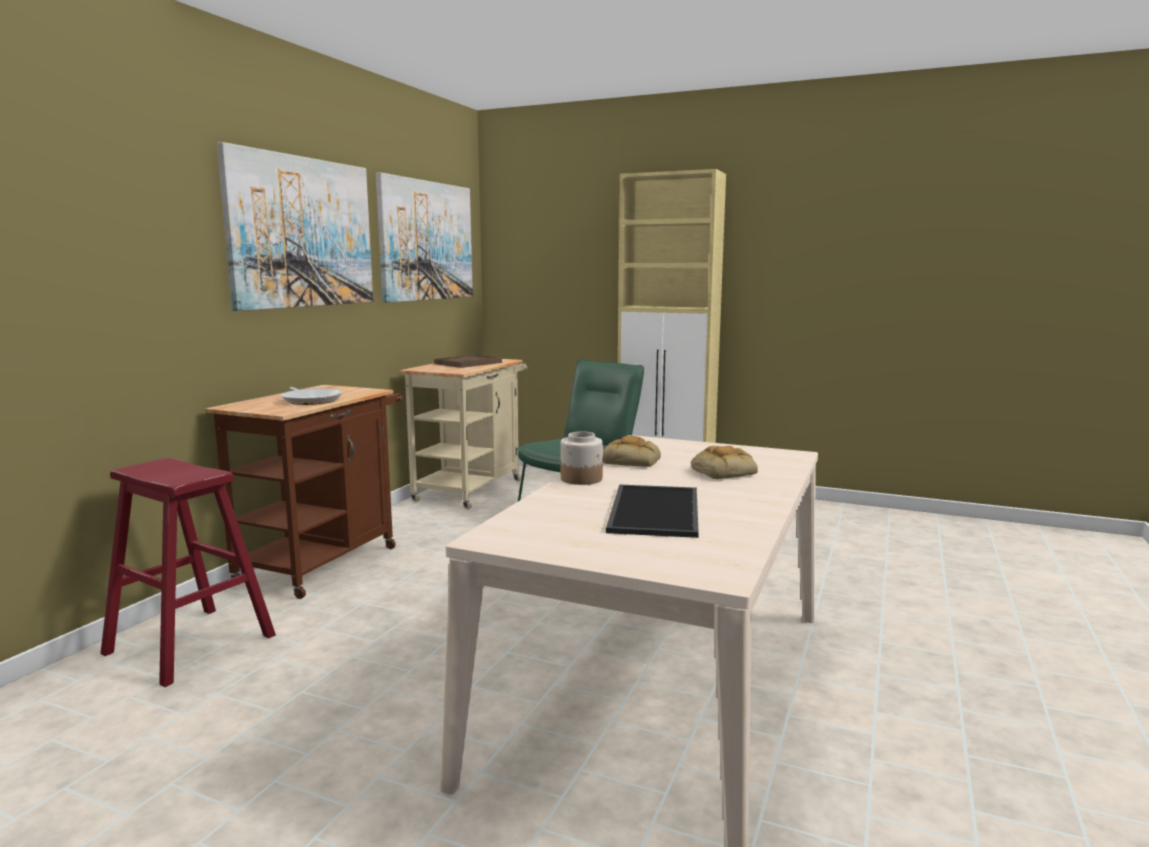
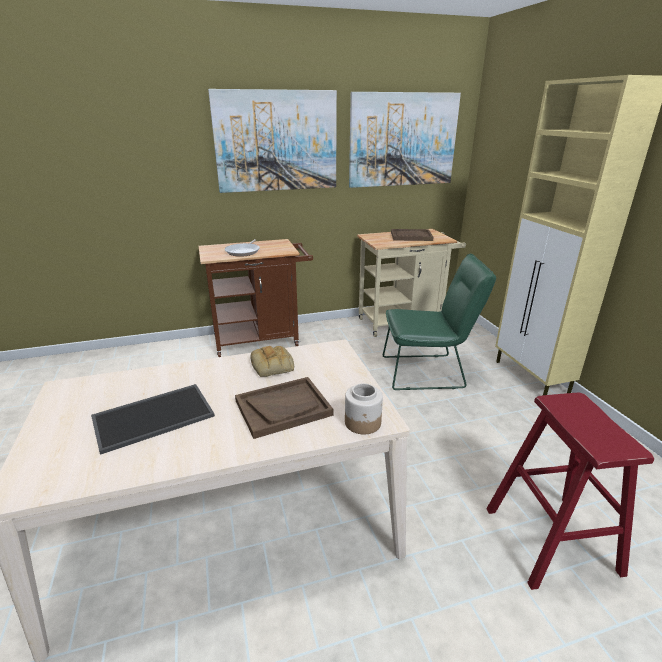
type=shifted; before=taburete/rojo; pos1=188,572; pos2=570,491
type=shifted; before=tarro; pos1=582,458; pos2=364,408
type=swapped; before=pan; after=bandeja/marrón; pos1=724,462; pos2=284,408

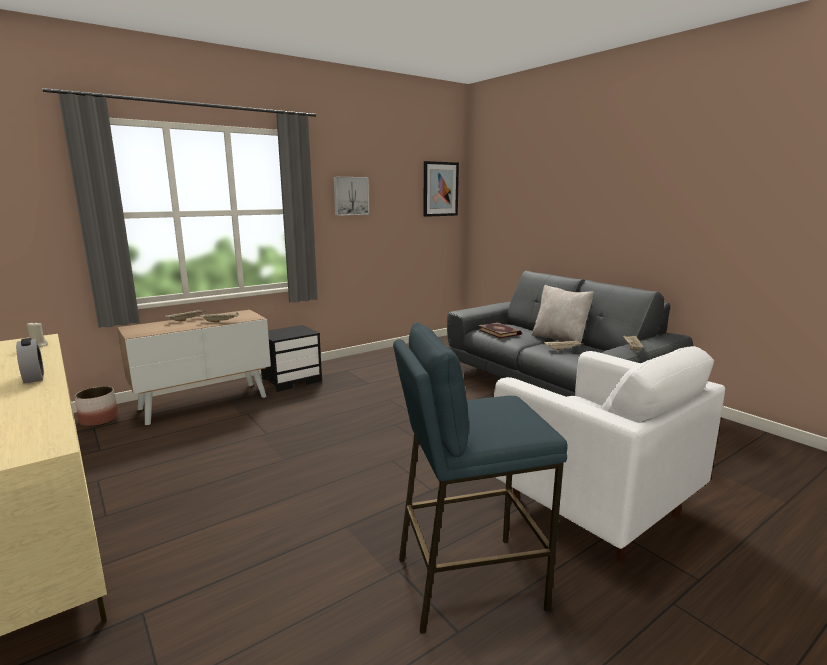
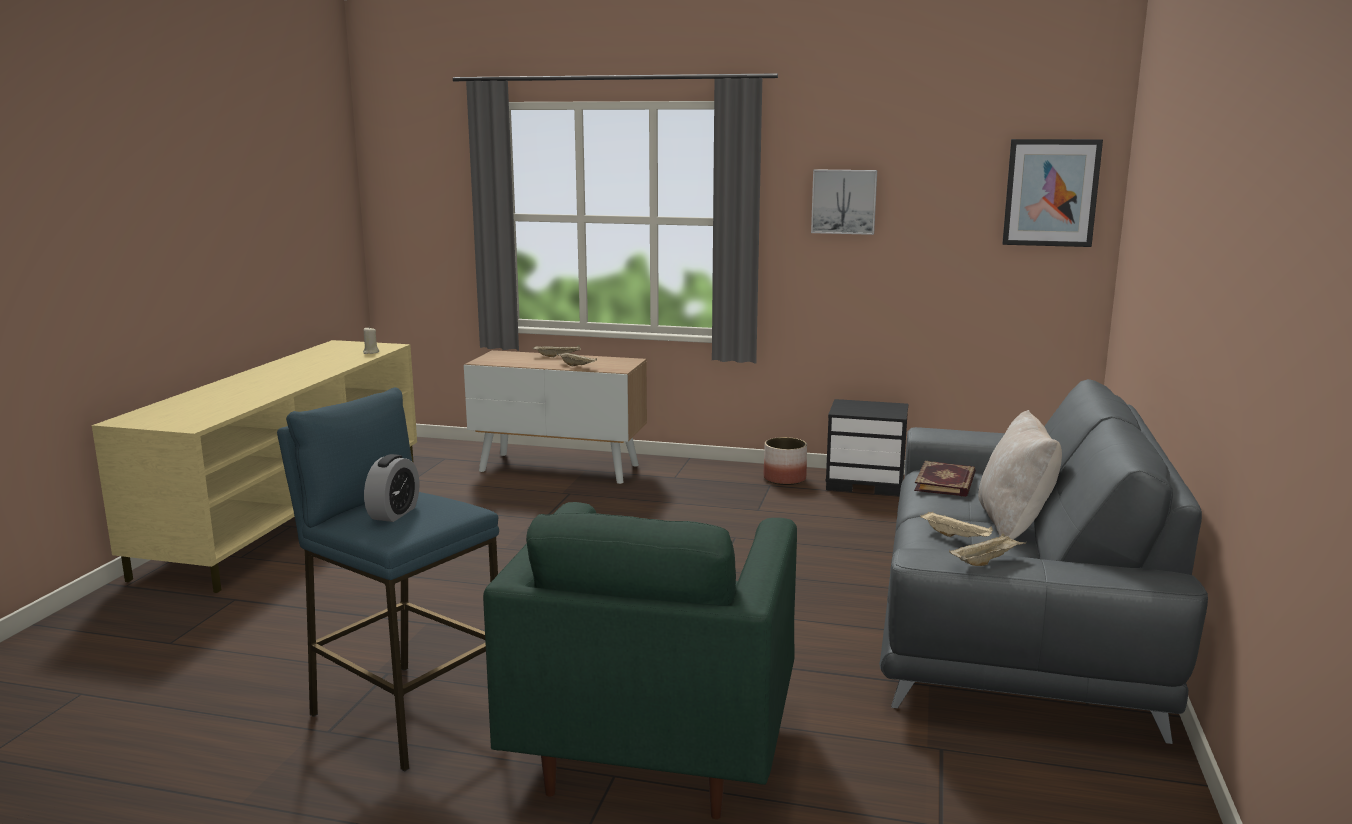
type=shifted; before=despertador; pos1=30,360; pos2=391,488
type=shifted; before=maceta; pos1=96,406; pos2=785,461
type=shifted; before=mesita de noche/negro; pos1=291,358; pos2=866,447
type=repainted; before=sillón/blanco; after=sillón/verde; pos1=609,454; pos2=640,660

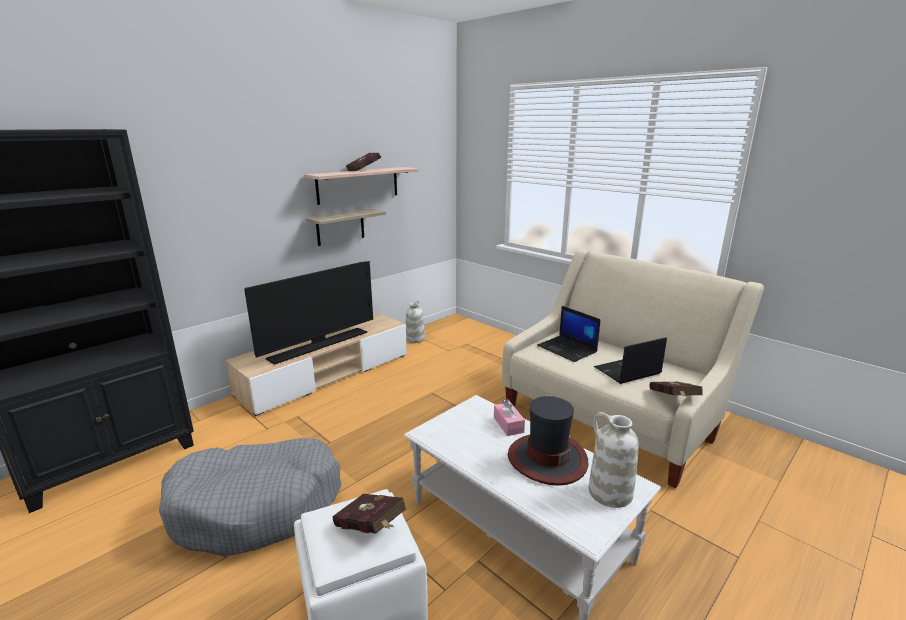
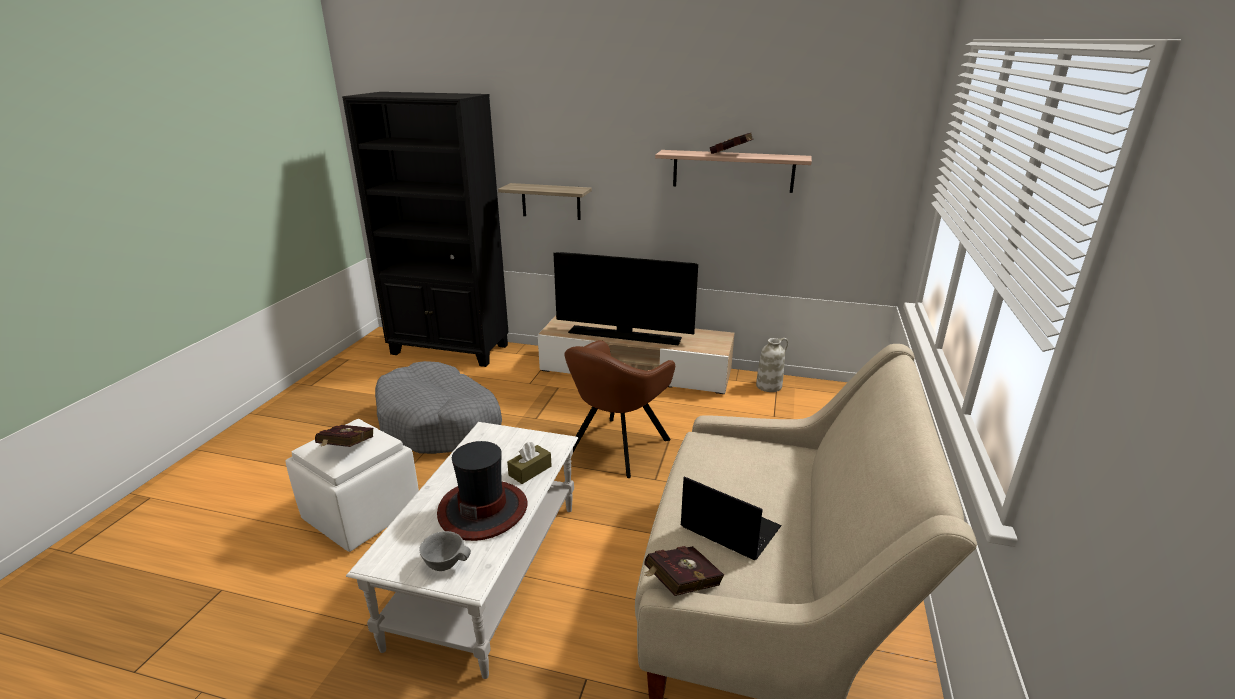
type=shifted; before=estante; pos1=345,227; pos2=545,201
type=repainted; before=caja de pañuelos/rosa; after=caja de pañuelos/marrón; pos1=509,417; pos2=529,463
type=gone; before=portátil; pos1=569,334
type=swapped; before=florero/blanco; after=cuenco/gris; pos1=614,460; pos2=445,551
type=new; after=sillón/marrón; pos2=620,409

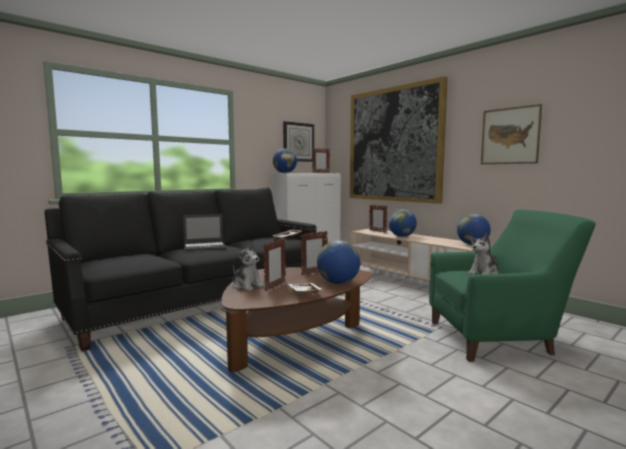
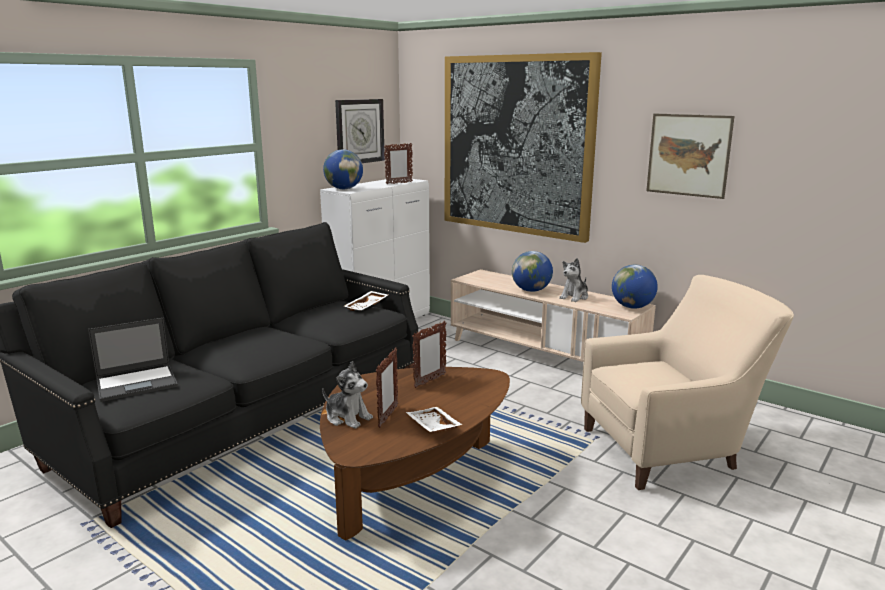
type=shifted; before=portátil; pos1=204,232; pos2=133,360
type=gone; before=globo terráqueo; pos1=338,262
type=gone; before=portarretratos; pos1=378,219
type=repainted; before=sillón/verde; after=sillón/beis; pos1=512,285; pos2=687,382
type=shifted; before=peluche; pos1=483,254; pos2=573,280

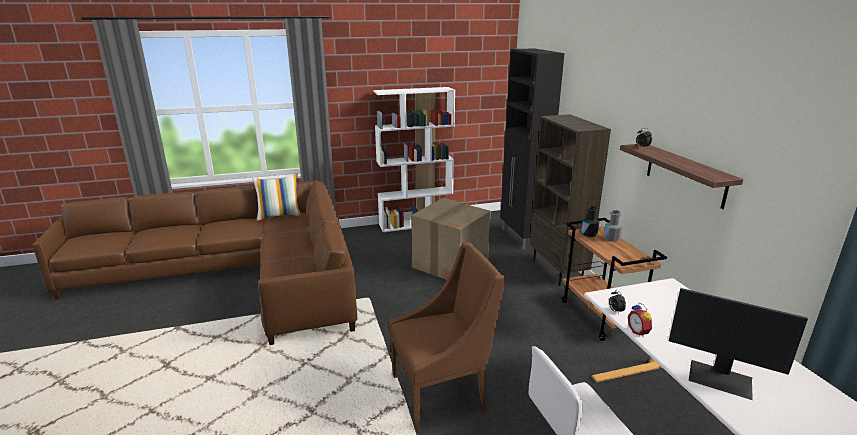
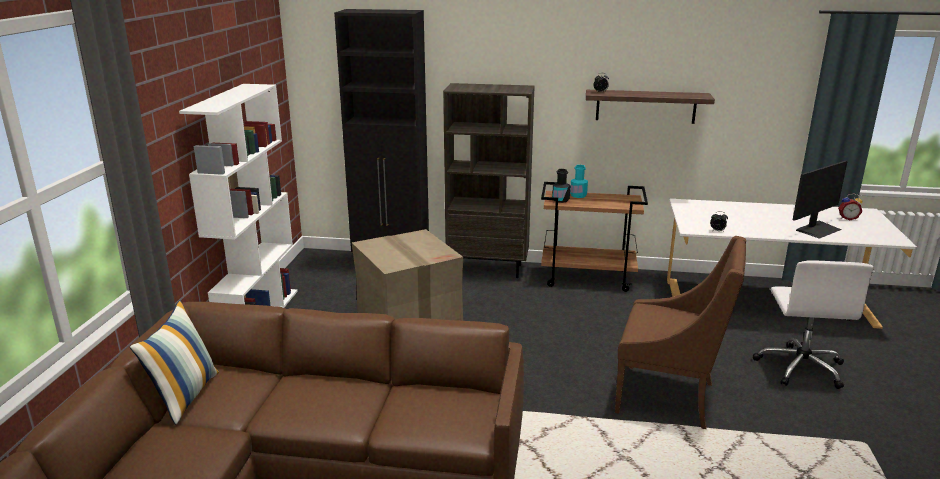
type=rotated; before=sillón/marrón; pos1=447,336; pos2=680,332; turn=105
type=repainted; before=botella/gris; after=botella/turquesa; pos1=613,226; pos2=579,181
type=shifted; before=despertador; pos1=640,320; pos2=850,207

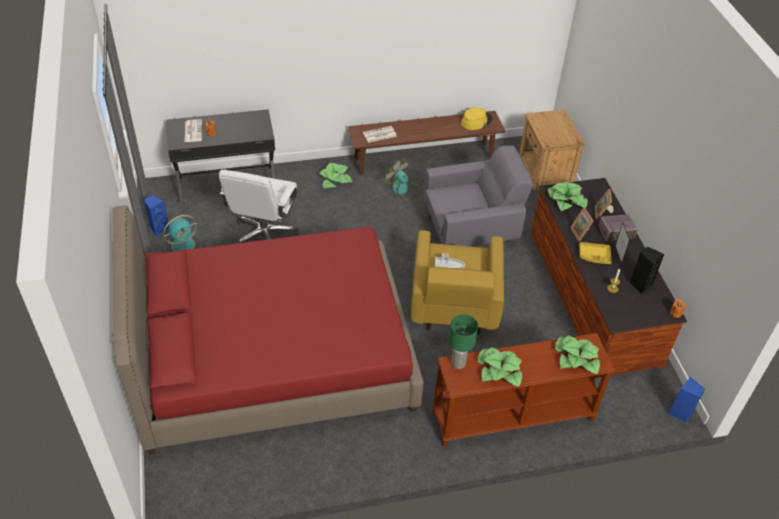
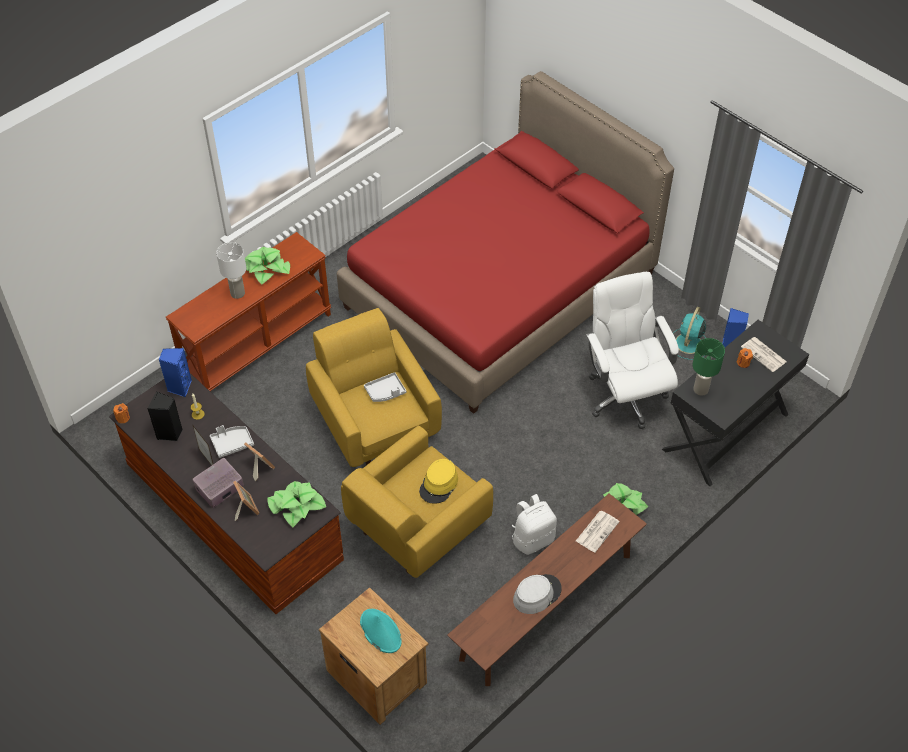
type=swapped; before=ventilador; after=mochila/blanco; pos1=403,180; pos2=534,524
type=repainted; before=sillón/gris; after=sillón/amarillo; pos1=478,196; pos2=417,502
type=shifted; before=lámpara de mesa/verde; pos1=463,341; pos2=709,367
type=shifted; before=sombrero/amarillo; pos1=477,118; pos2=438,481
type=gone; before=planta en maceta; pos1=577,355
type=repainted; before=bandeja/amarillo; after=bandeja/gris; pos1=595,253; pos2=232,441
type=shifted; before=altavoz/azul; pos1=687,400; pos2=175,372
type=new; after=lámpara de mesa/blanco; pos2=231,270
type=new; after=sombrero/turquesa; pos2=381,631
type=new; after=sombrero/gris; pos2=537,594

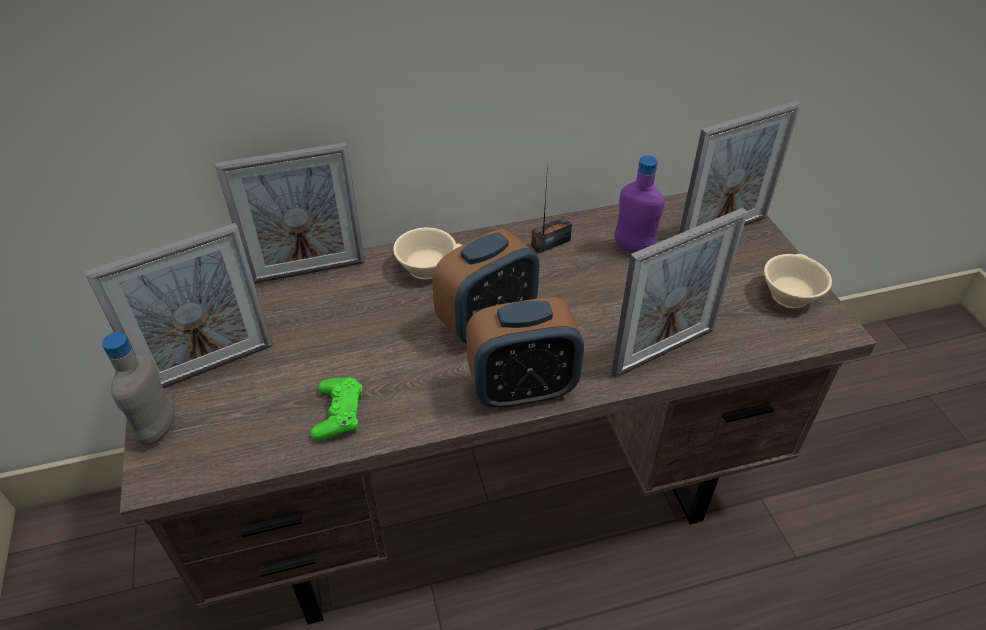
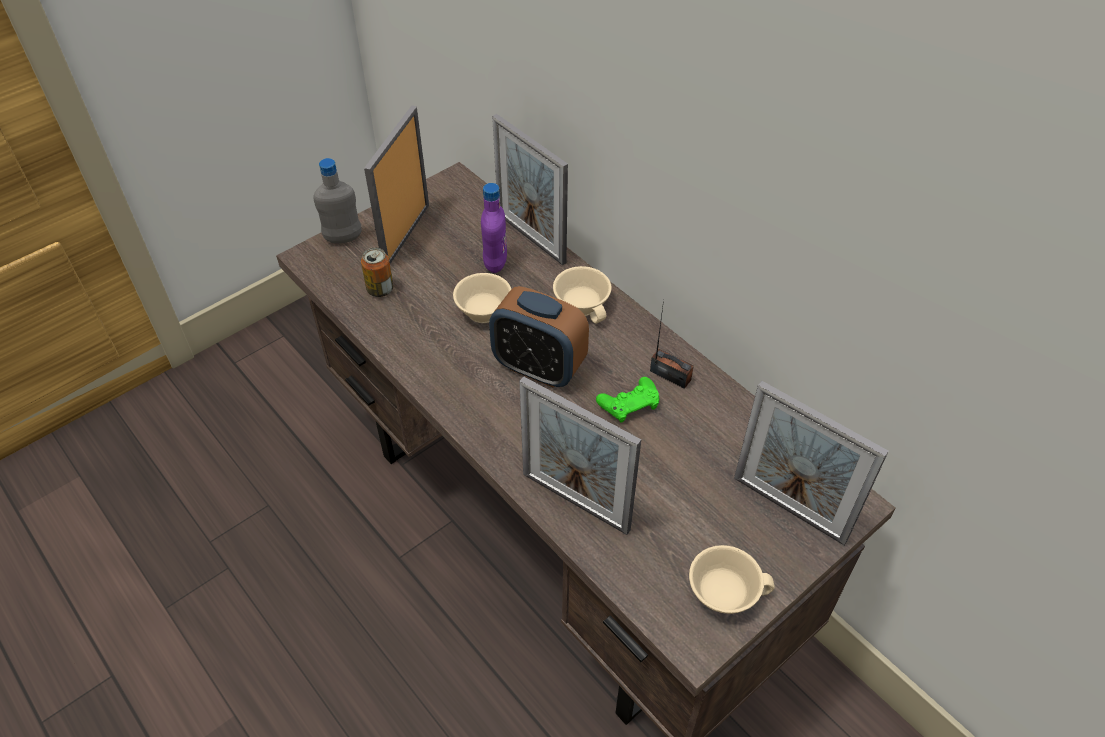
type=rotated; before=portarretratos; pos1=179,306; pos2=396,184; turn=75
type=shifted; before=mando de consola/verde; pos1=336,408; pos2=627,400
type=gone; before=despertador; pos1=525,353
type=shifted; before=botella/morado; pos1=639,204; pos2=494,228
type=new; after=lata; pos2=377,272
type=new; after=taza/beis; pos2=482,298

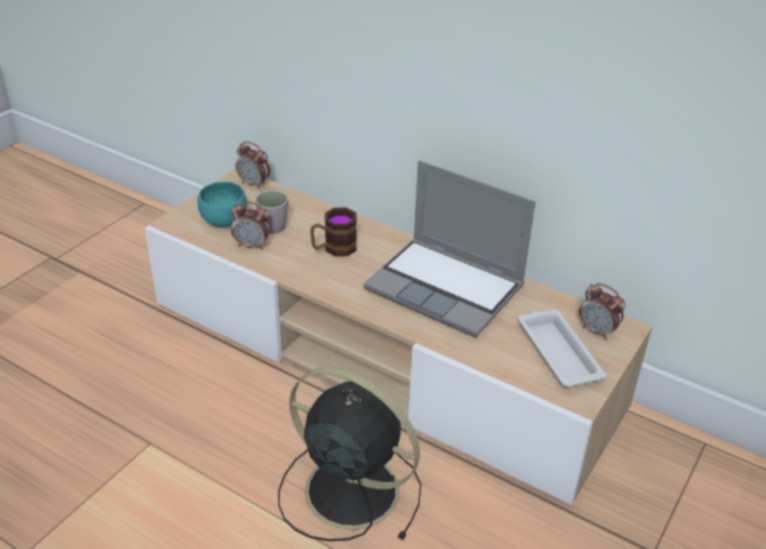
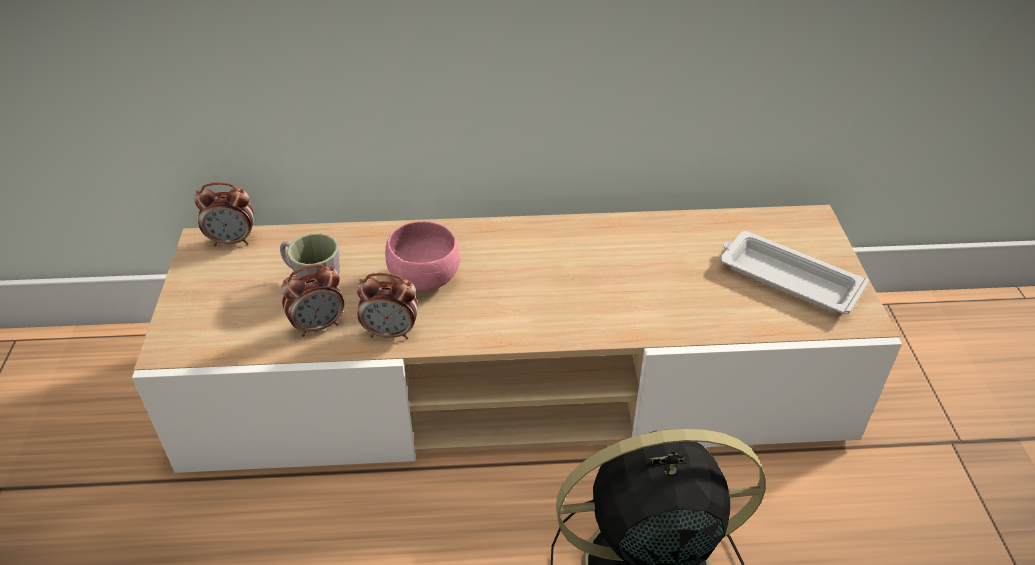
type=gone; before=cuenco/turquesa; pos1=222,204
type=swapped; before=taza grande; after=cuenco/rosa; pos1=333,232; pos2=422,256
type=gone; before=portátil; pos1=449,248
type=shifted; before=despertador; pos1=602,311; pos2=387,306

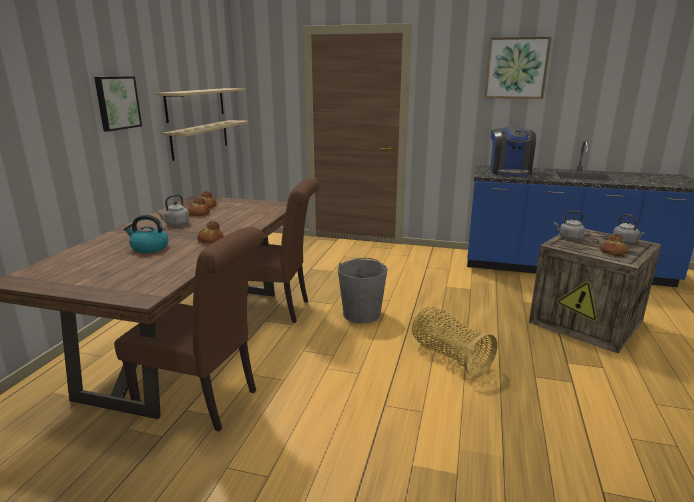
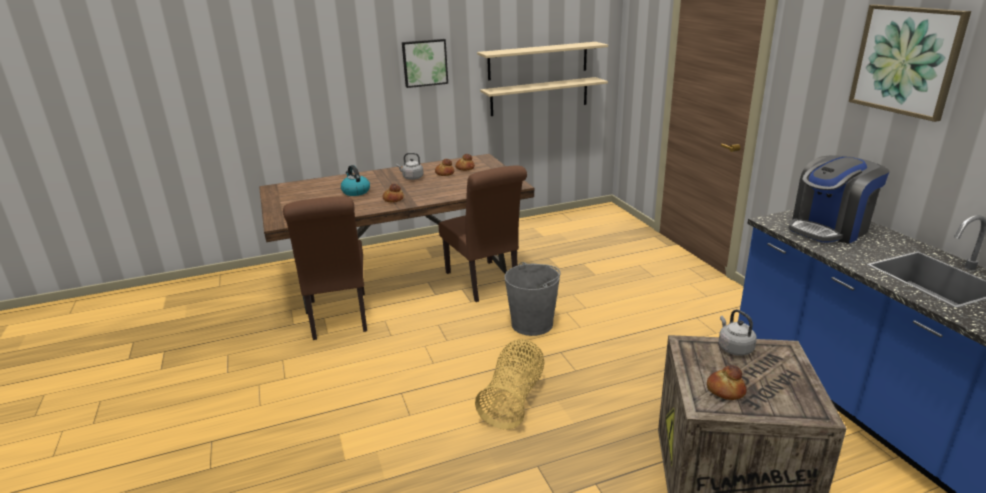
type=gone; before=hervidor/gris; pos1=629,229

